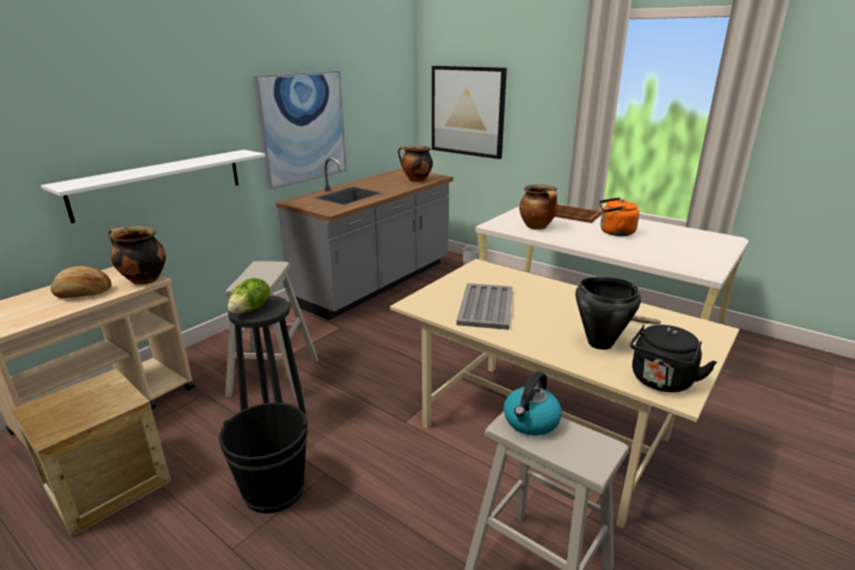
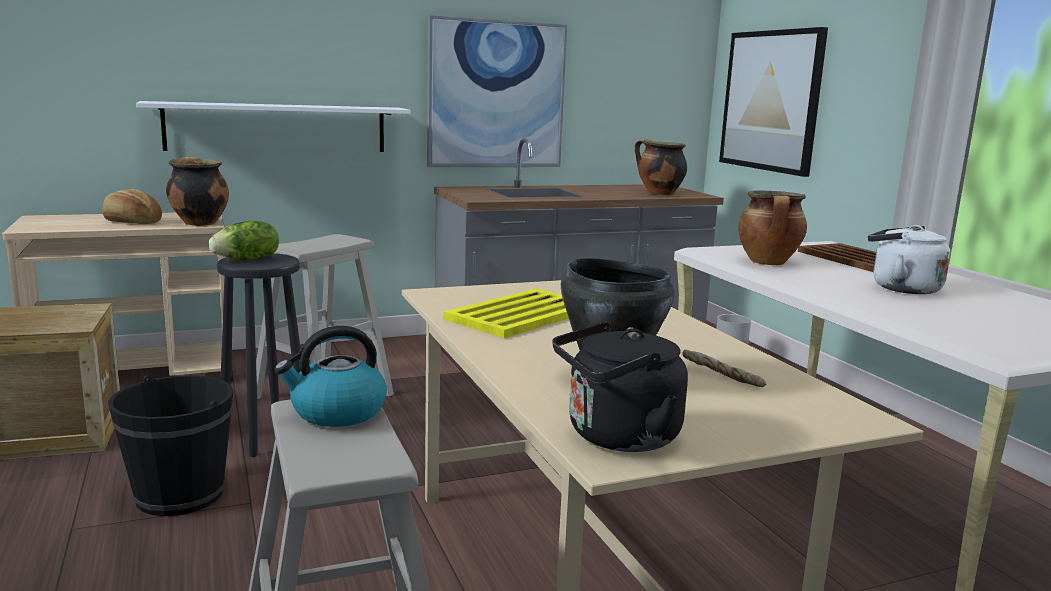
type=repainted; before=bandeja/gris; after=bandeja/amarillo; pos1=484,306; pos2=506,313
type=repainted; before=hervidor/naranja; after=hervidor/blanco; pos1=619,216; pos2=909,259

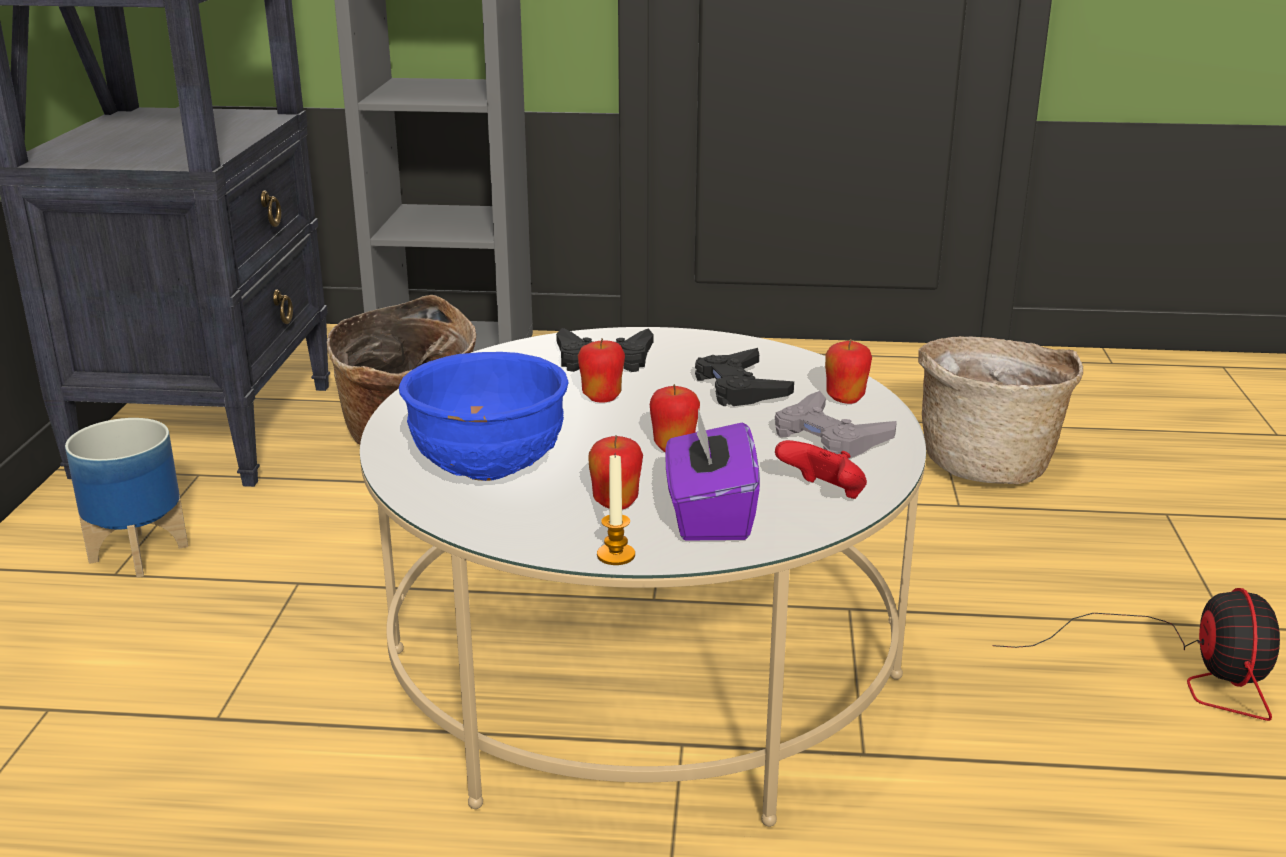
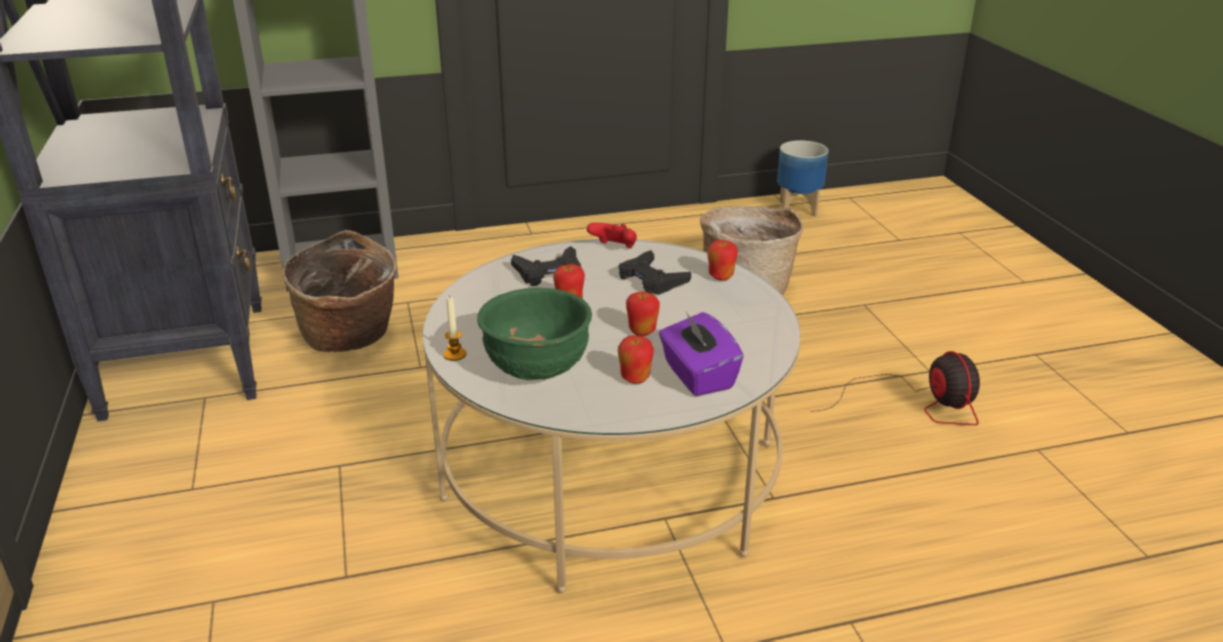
type=shifted; before=maceta; pos1=126,497; pos2=802,178
type=repainted; before=cuenco/azul; after=cuenco/verde; pos1=484,416; pos2=534,334
type=shifted; before=vela; pos1=616,509; pos2=455,328
type=gone; before=mando de consola/gris; pos1=836,425
type=shifted; before=mando de consola/rojo; pos1=821,469; pos2=612,236

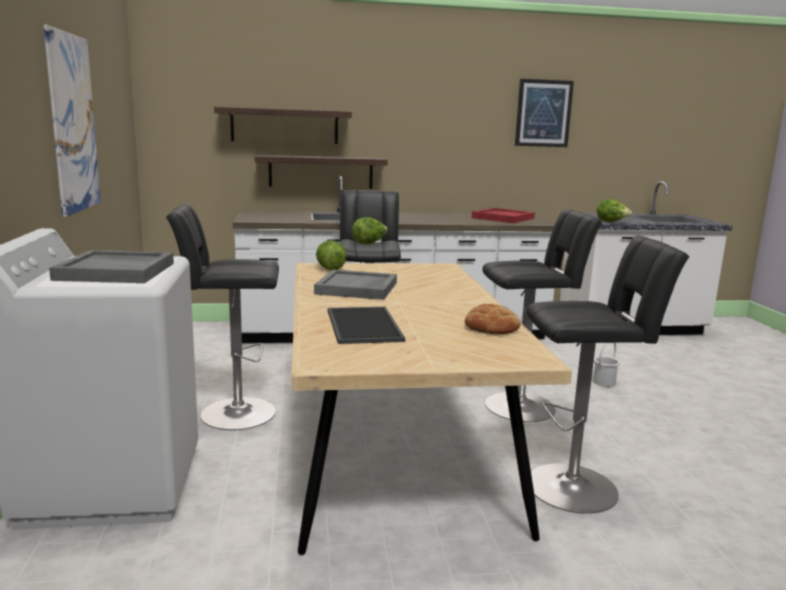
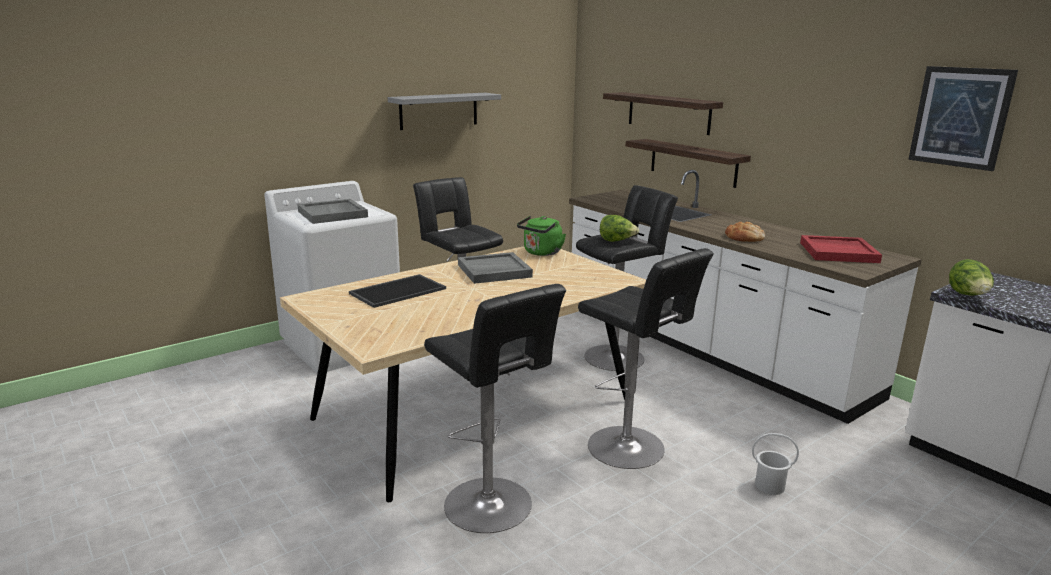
type=swapped; before=cuadro; after=estante/gris; pos1=72,120; pos2=444,111
type=swapped; before=lechuga; after=hervidor/verde; pos1=331,255; pos2=541,236
type=shifted; before=pan; pos1=493,319; pos2=745,232

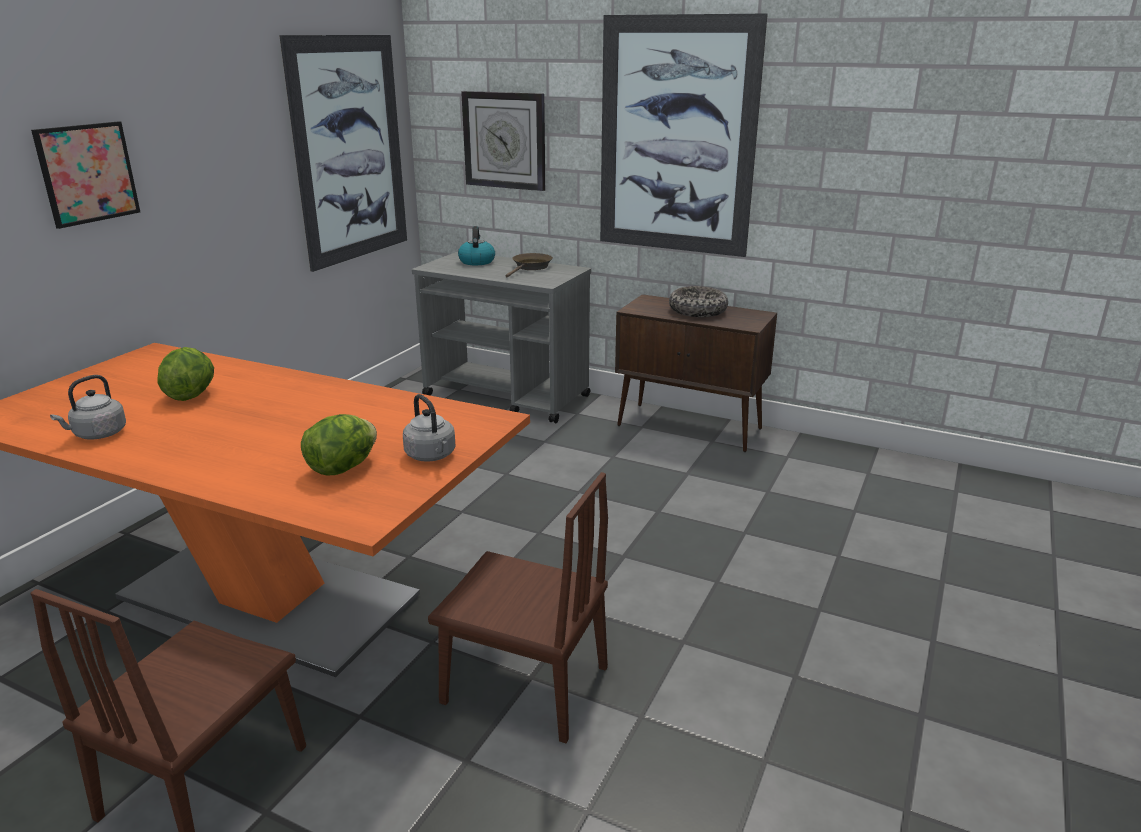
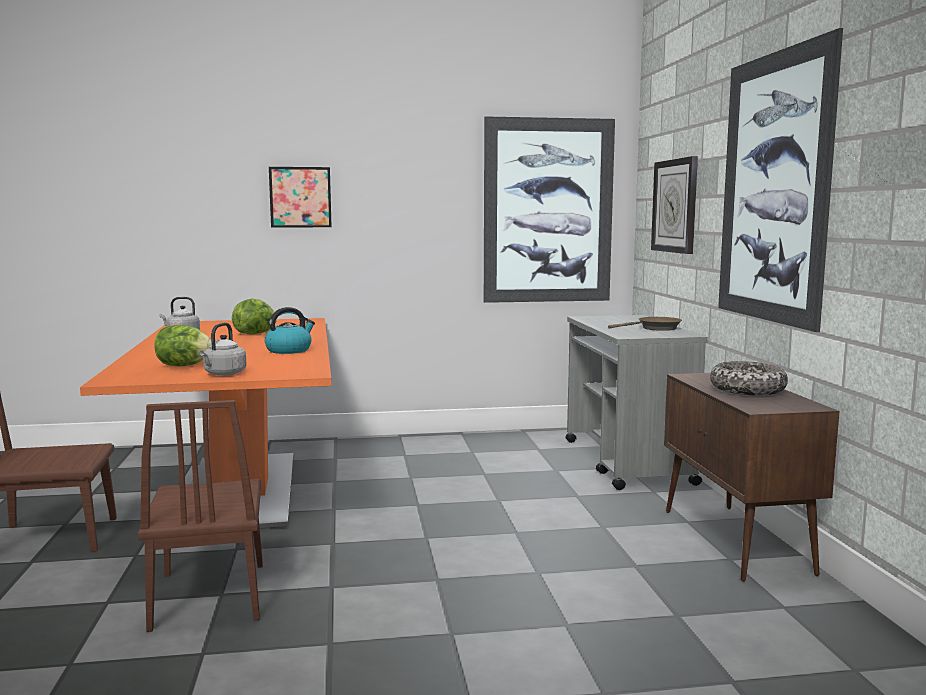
type=shifted; before=hervidor; pos1=476,245; pos2=290,330

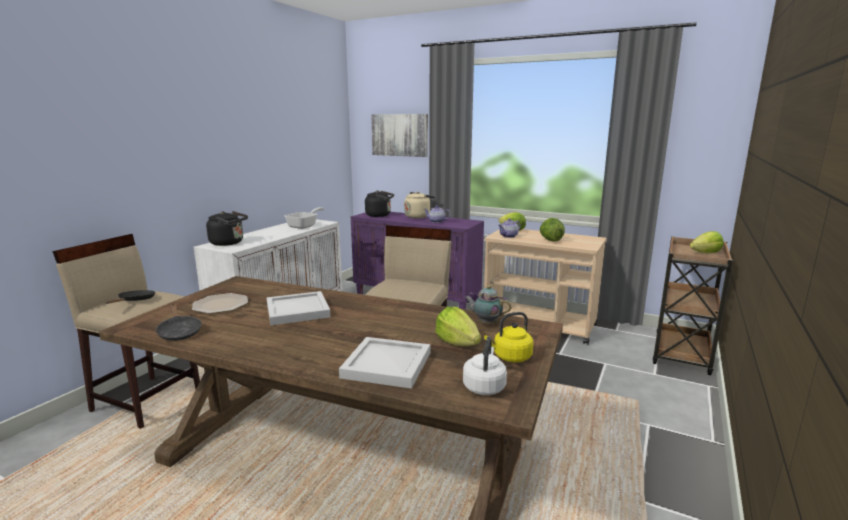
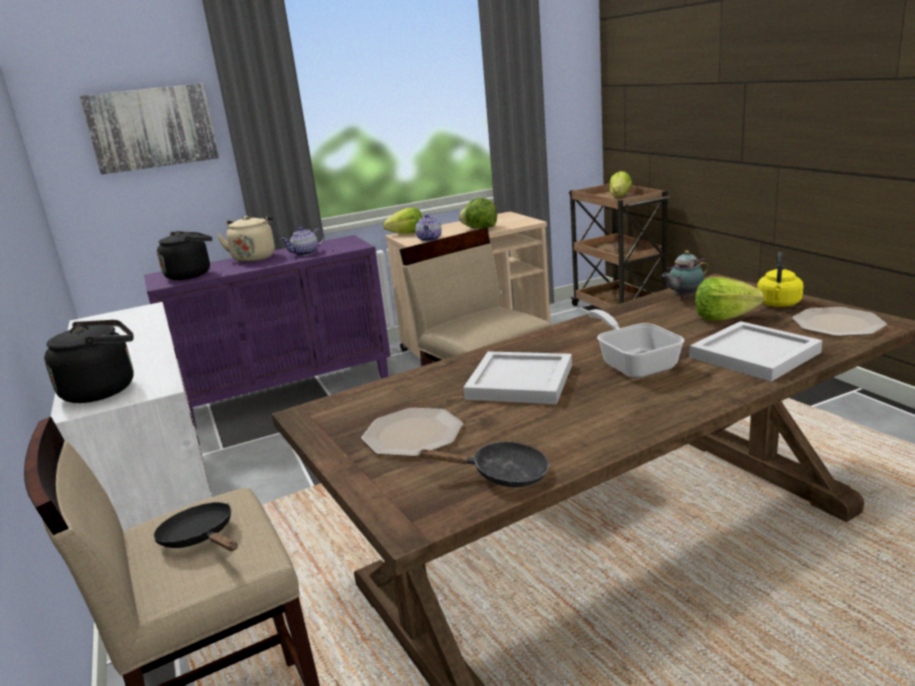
type=shifted; before=sartén; pos1=304,218; pos2=636,343
type=swapped; before=hervidor/blanco; after=plato; pos1=485,365; pos2=839,322

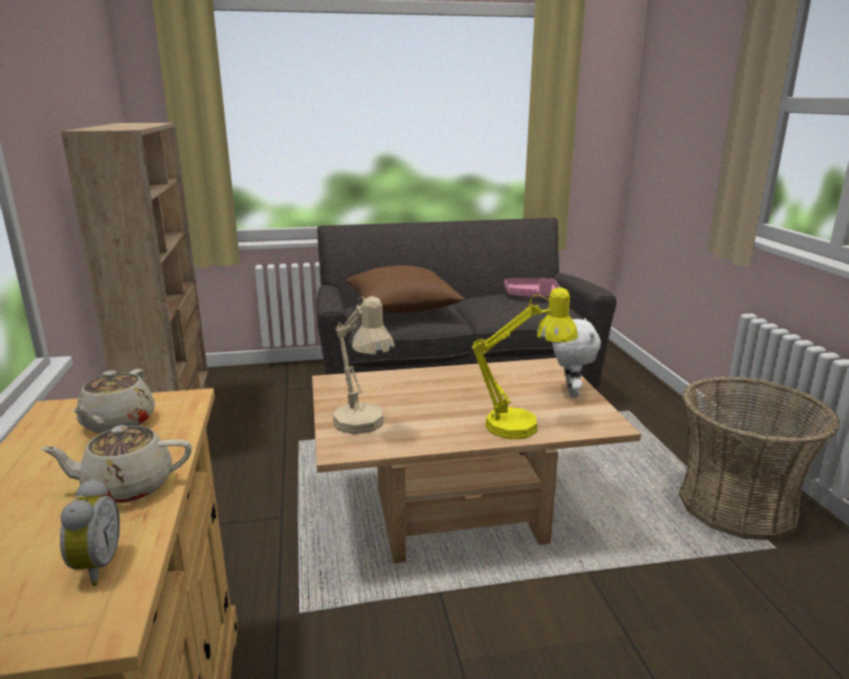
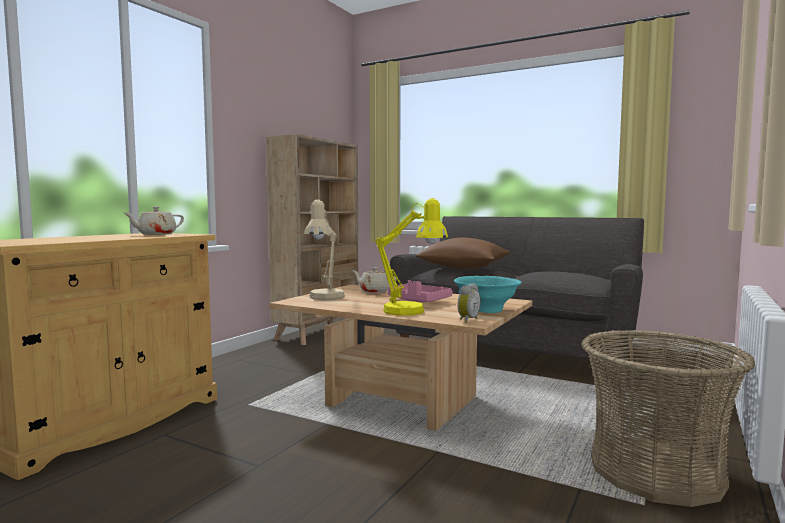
type=shifted; before=tetera/beis; pos1=116,464; pos2=375,280
type=shifted; before=despertador; pos1=90,532; pos2=469,303
type=shifted; before=bandeja/rosa; pos1=532,287; pos2=419,291
type=swapped; before=peluche/blanco; after=cuenco/turquesa; pos1=576,358; pos2=487,294

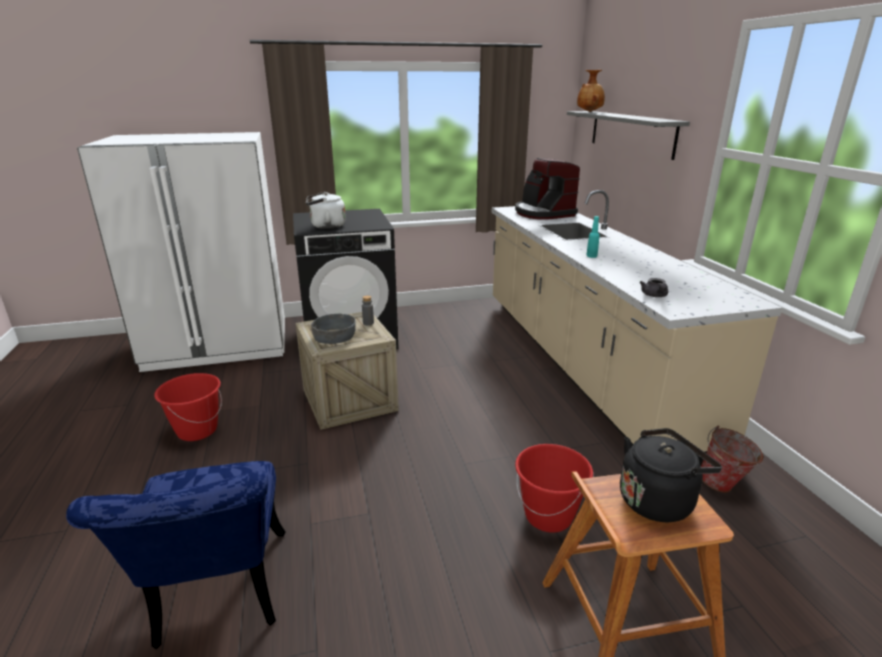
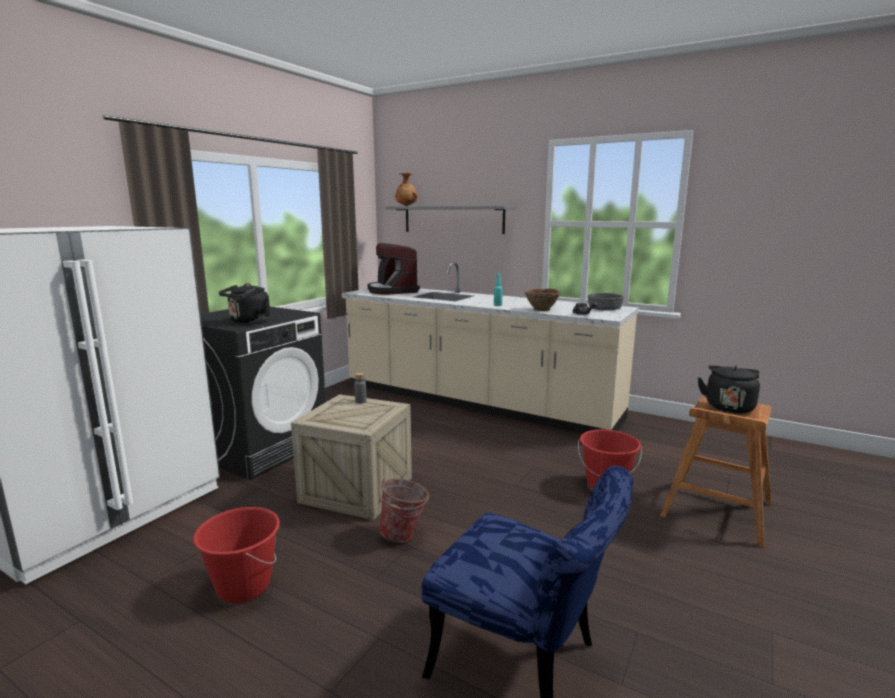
type=repainted; before=hervidor/blanco; after=hervidor/negro; pos1=326,210; pos2=244,303
type=shifted; before=cuenco/gris; pos1=333,329; pos2=606,302
type=rotated; before=cafetera; pos1=547,189; pos2=394,268; turn=45
type=shifted; before=cubo; pos1=732,459; pos2=404,511
type=new; after=cuenco/marrón; pos2=542,299

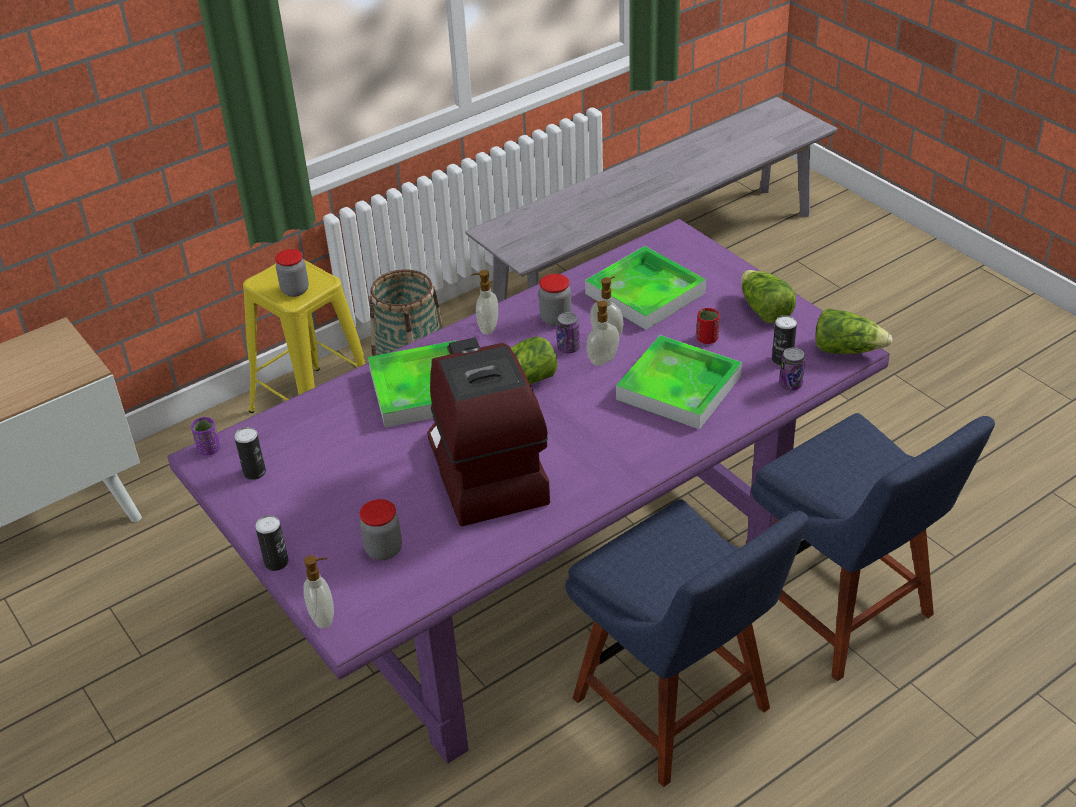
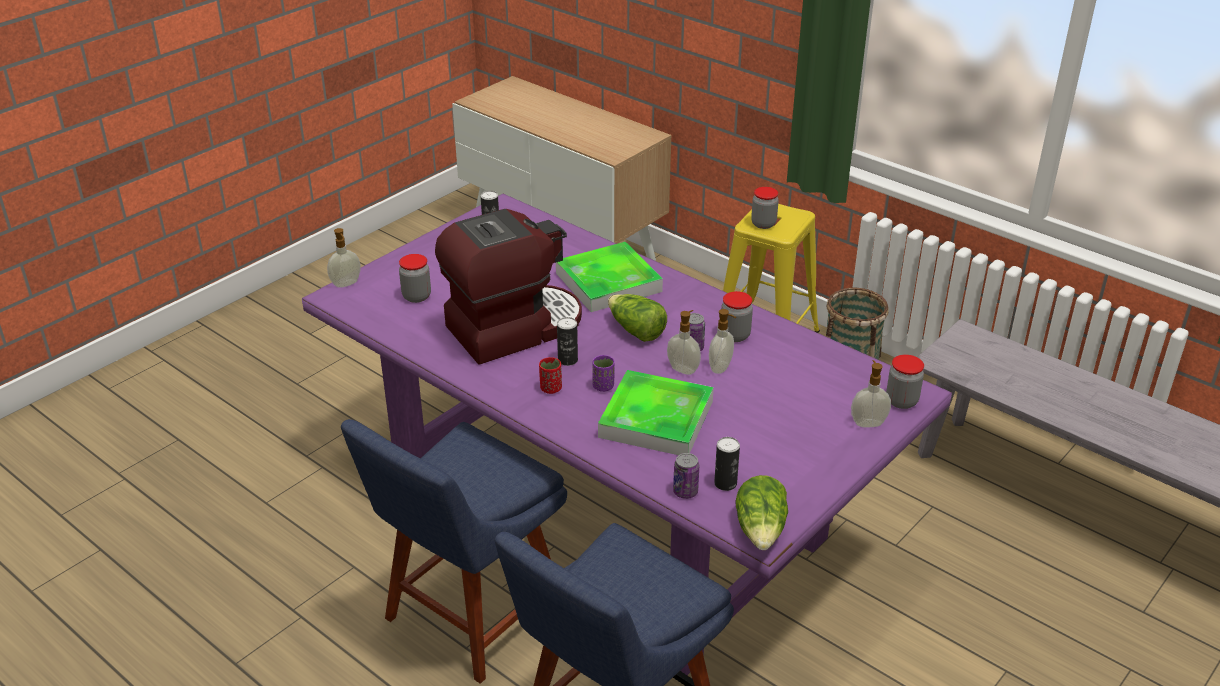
type=shifted; before=taza/morado; pos1=205,436; pos2=603,373
type=shifted; before=lata; pos1=272,543; pos2=567,341
type=shifted; before=dispensador de jabón; pos1=484,302; pos2=871,394
type=gone; before=bandeja; pos1=645,288
type=shifted; before=taza/rojo; pos1=708,326; pos2=550,375
type=gone; before=lechuga; pos1=768,296
type=new; after=tarro; pos2=905,382

